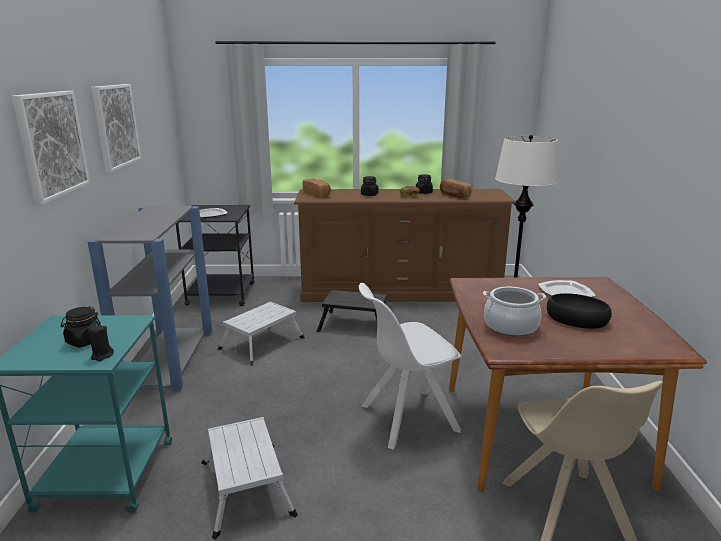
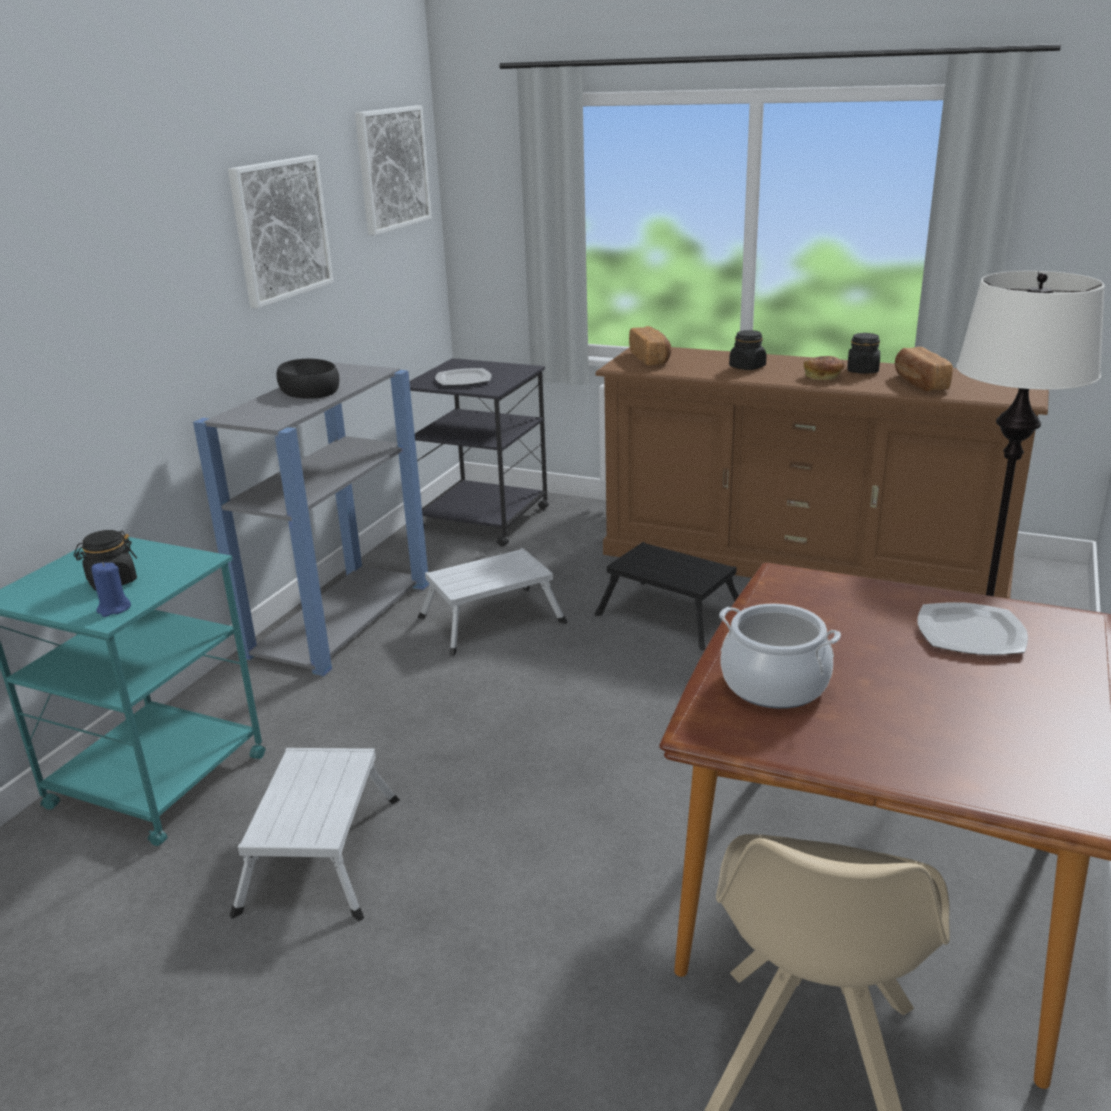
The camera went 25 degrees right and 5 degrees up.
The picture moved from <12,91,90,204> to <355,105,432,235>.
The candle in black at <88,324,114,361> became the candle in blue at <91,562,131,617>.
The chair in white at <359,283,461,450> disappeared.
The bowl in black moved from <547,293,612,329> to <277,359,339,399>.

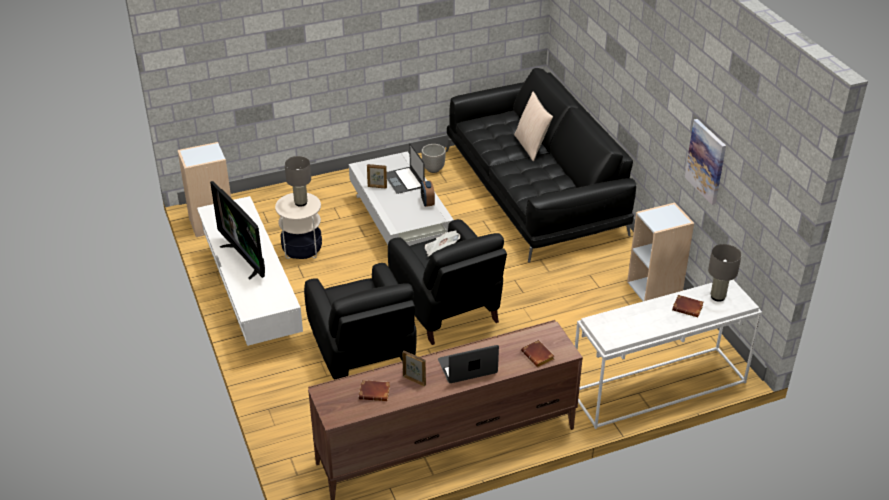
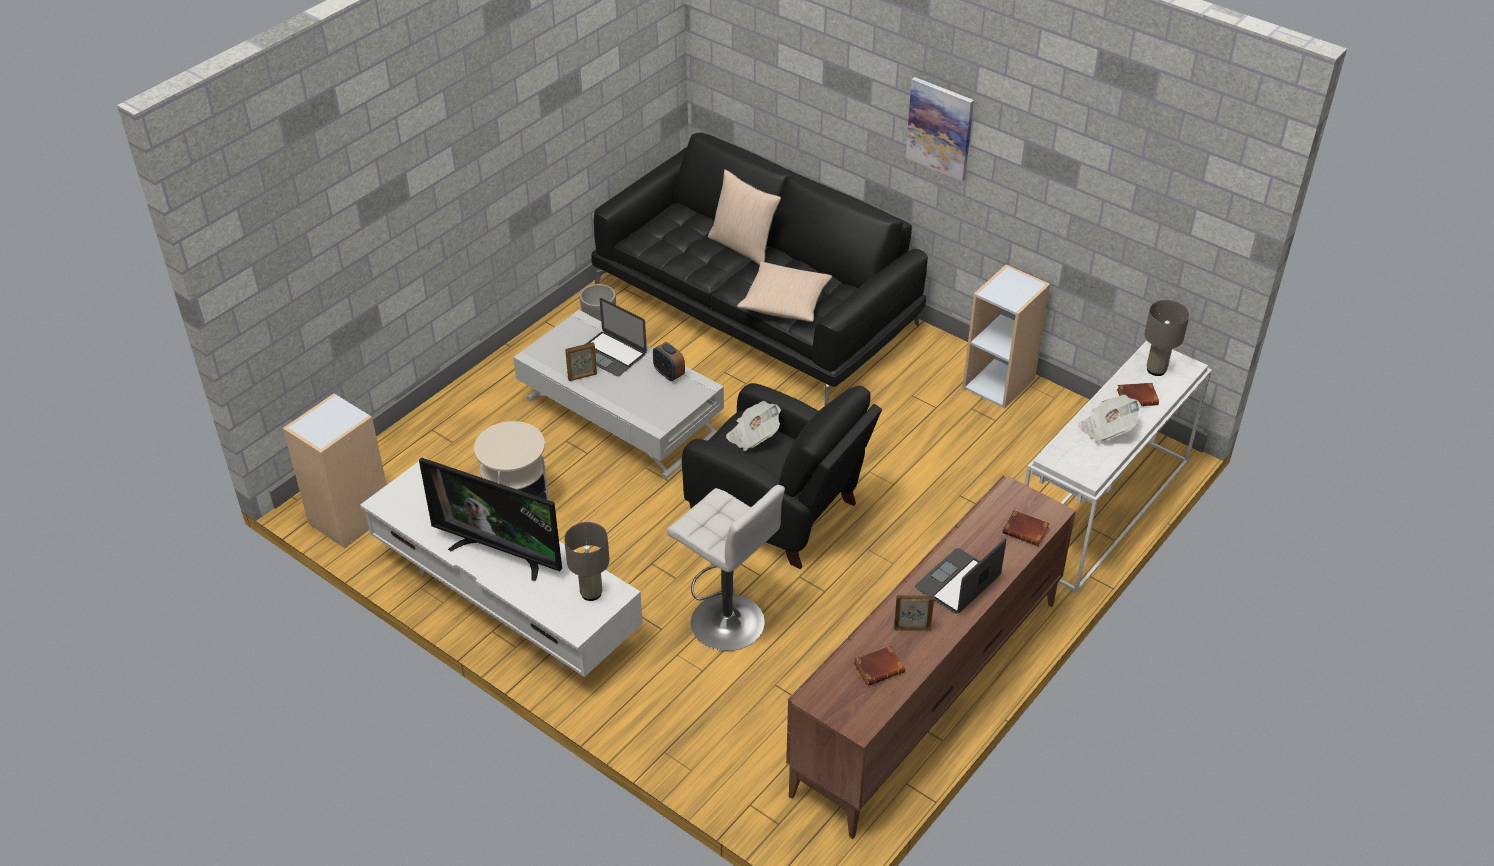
The camera went 30 degrees left and 5 degrees up.
The table lamp in grey moved from <285,156,311,207> to <564,522,609,601>.
The armchair in black at <304,263,417,380> was replaced by the stool in white at <667,485,785,651>.
The picture moved from <685,119,726,205> to <905,77,974,181>.
The pillow in beige at <737,262,832,322> appeared.
The newspaper at <1078,395,1142,443> appeared.

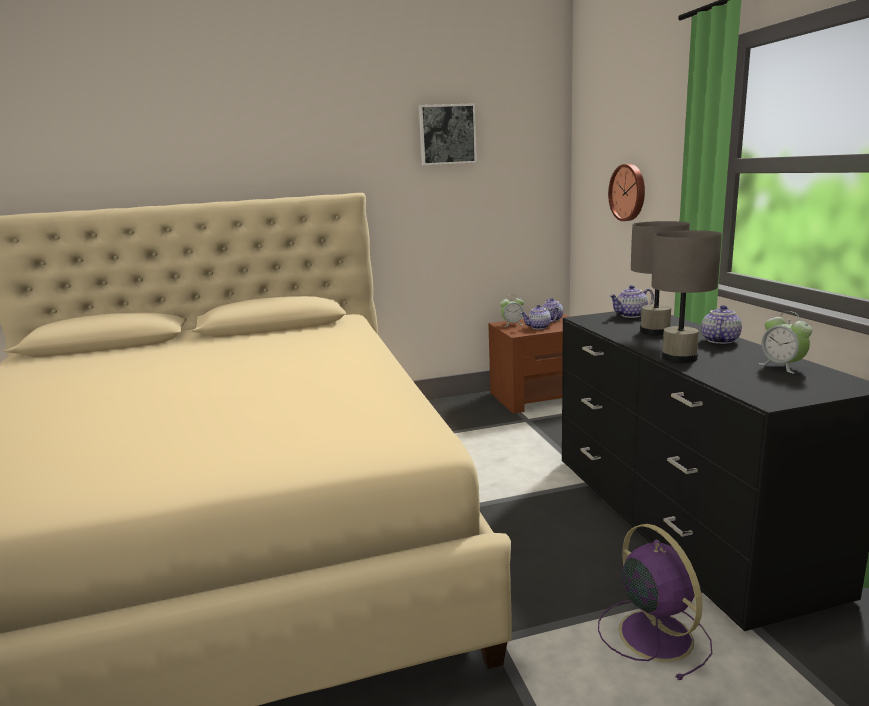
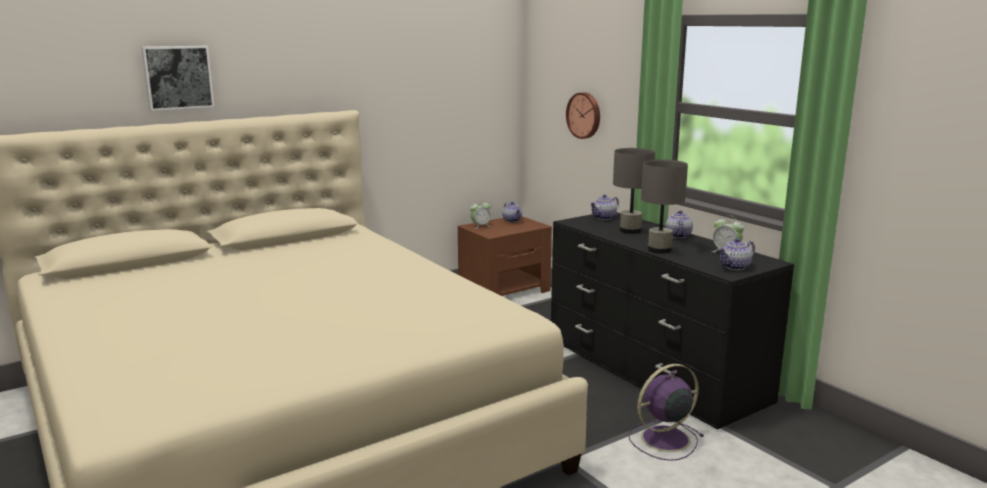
The camera went 20 degrees left and 0 degrees up.
The picture moved from <419,103,477,166> to <141,46,215,111>.
The teapot moved from <520,305,557,329> to <718,238,755,270>.
The fan in purple at <598,524,712,680> turned 75 degrees counterclockwise.

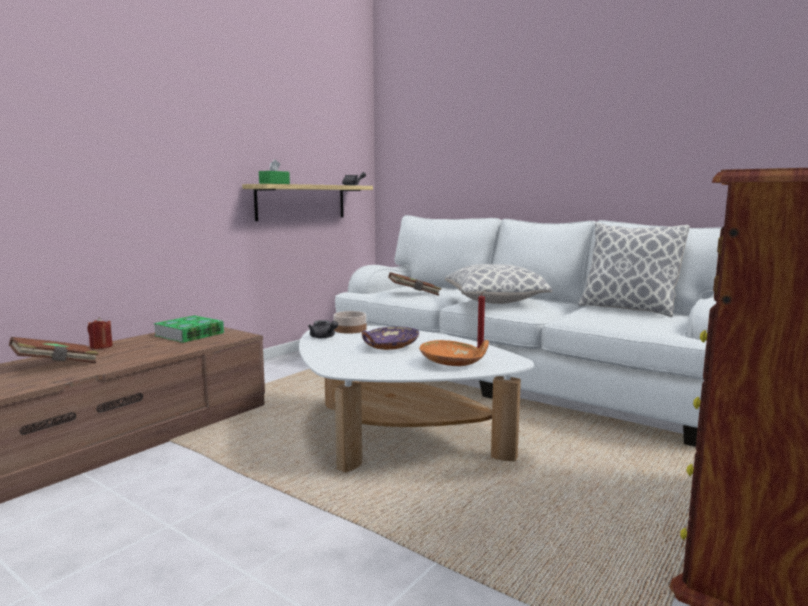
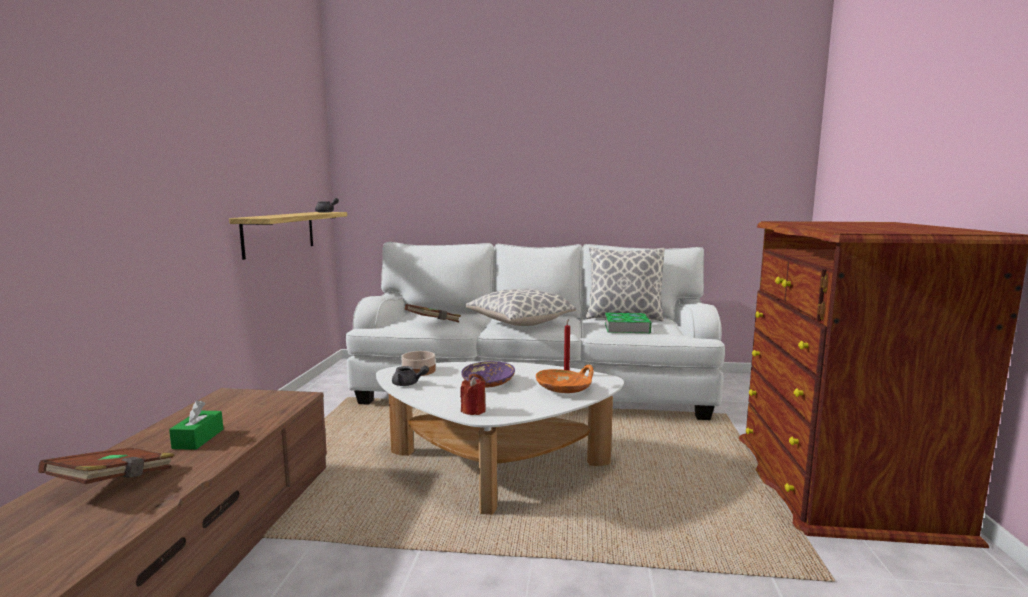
The camera went 30 degrees left and 0 degrees up.
The candle in red moved from <88,317,113,349> to <460,377,486,415>.
The book moved from <153,315,224,343> to <605,313,652,333>.
The tissue box in green moved from <259,159,290,184> to <169,401,223,450>.

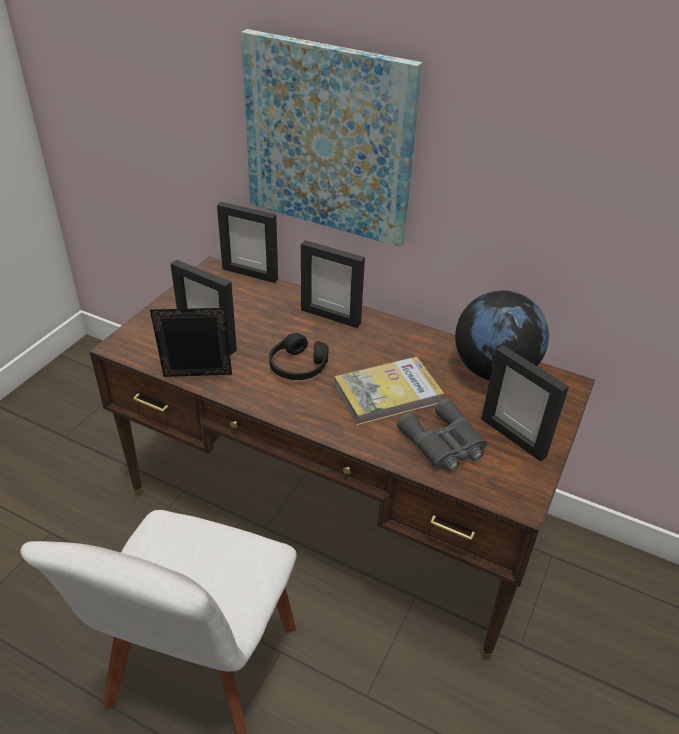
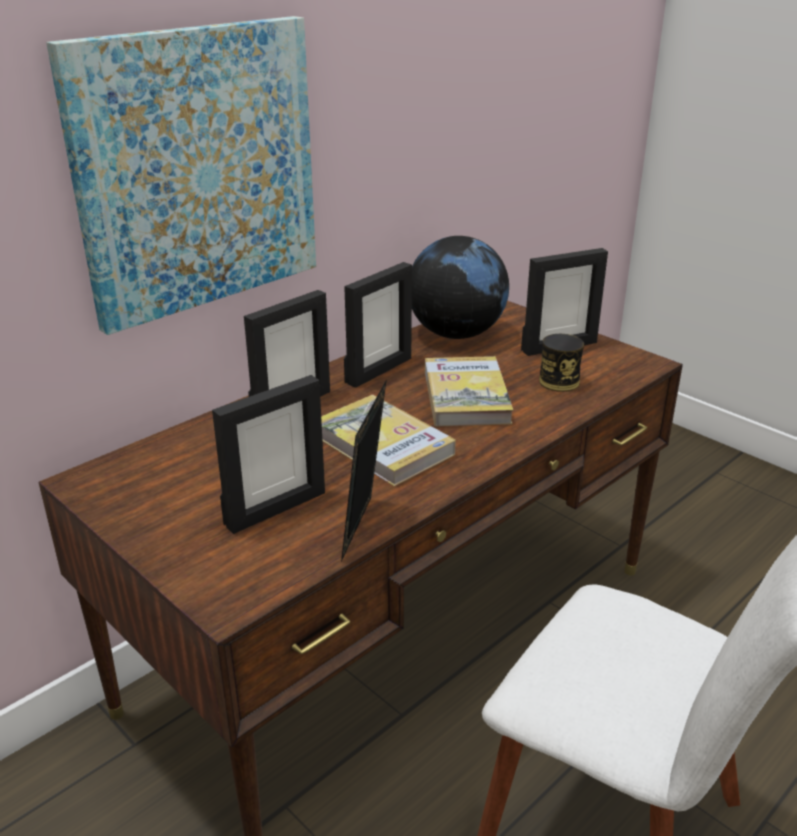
The camera went 70 degrees left and 10 degrees down.
The picture frame moved from <217,202,278,283> to <344,262,412,388>.
The headphones in black at <269,333,328,380> was replaced by the book at <321,395,456,486>.
The binoculars in grey at <397,398,487,472> was replaced by the can at <539,334,584,392>.

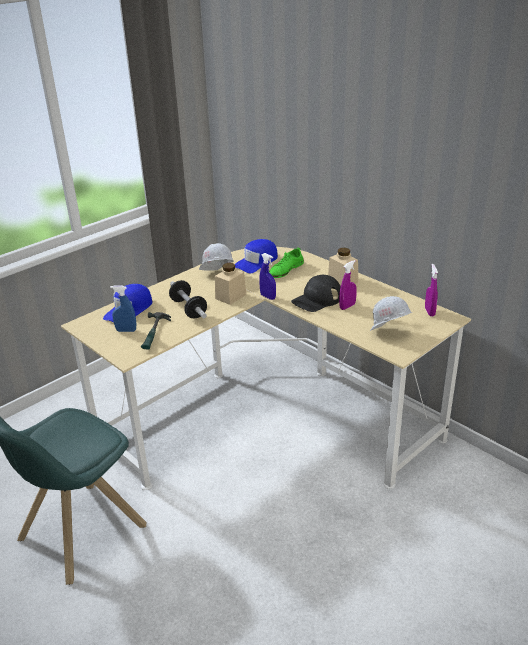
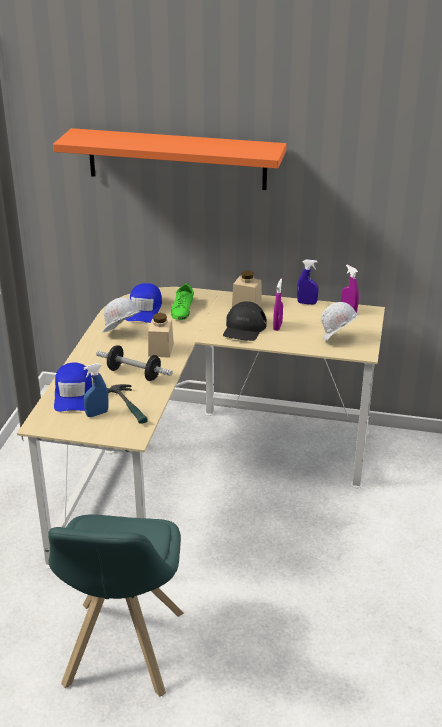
The camera went 35 degrees left and 0 degrees up.
The spray bottle in blue moved from <259,253,276,300> to <297,259,319,305>.
The shelf in orange at <53,128,287,190> appeared.

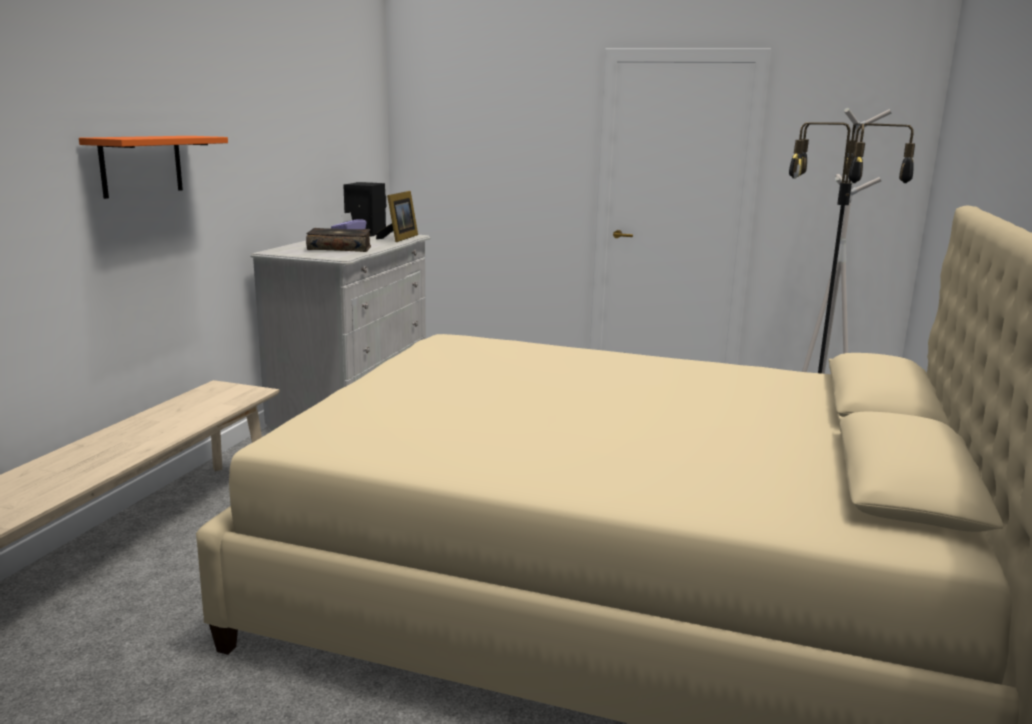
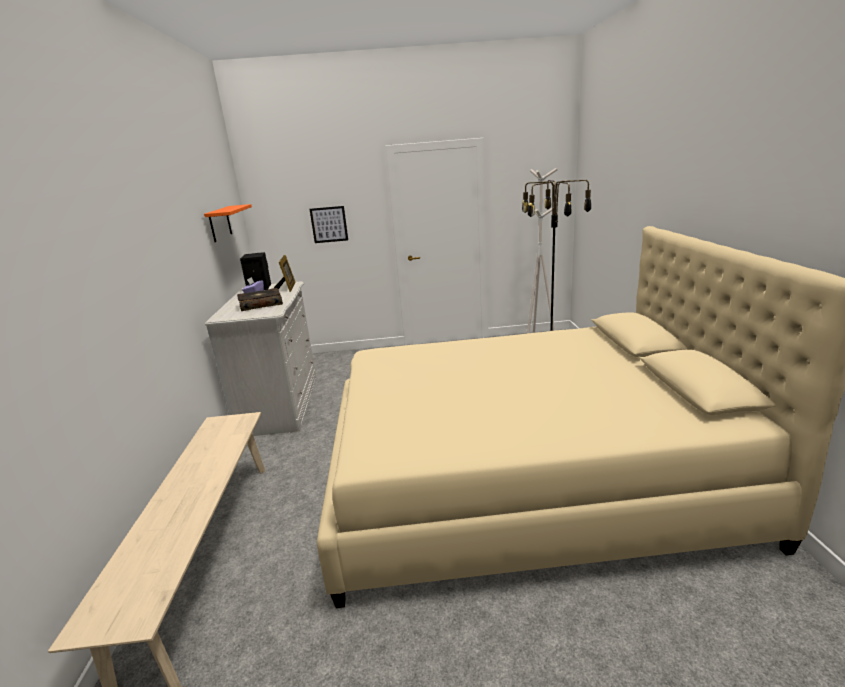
The camera went 20 degrees left and 5 degrees up.
The shelf in orange moved from <79,136,228,199> to <204,204,252,242>.
The picture at <309,206,348,243> appeared.

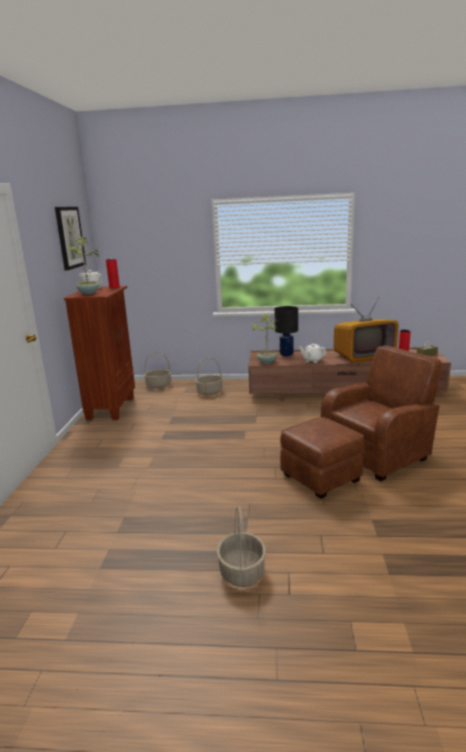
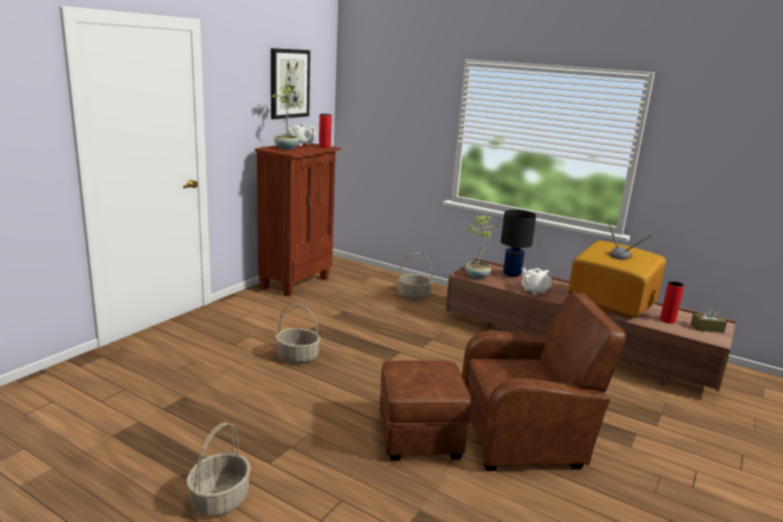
The camera went 25 degrees right and 0 degrees up.
The basket moved from <144,352,171,388> to <275,303,320,364>.
The television at <334,297,399,363> turned 150 degrees counterclockwise.

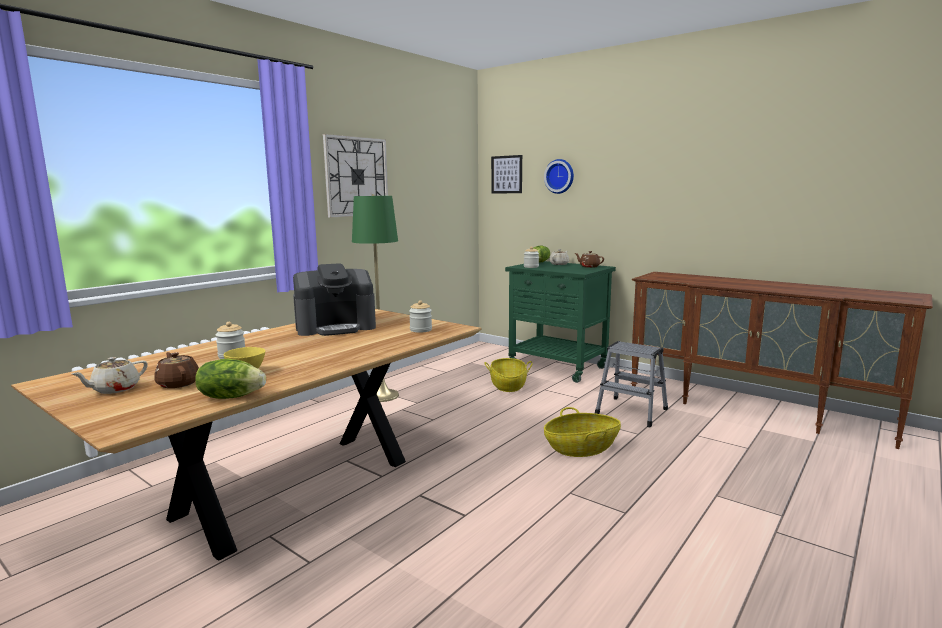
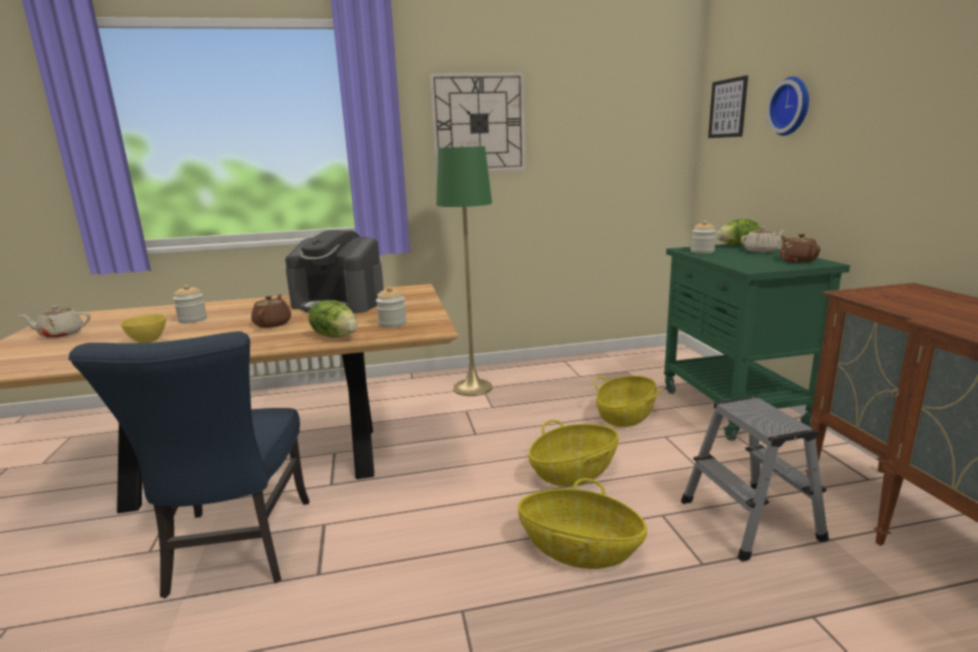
The camera went 40 degrees right and 5 degrees up.
The teapot in brown moved from <154,352,199,388> to <251,294,291,328>.
The lettuce moved from <195,359,266,399> to <308,300,358,338>.
The chair in blue at <68,331,309,598> appeared.
The basket at <529,420,619,486> appeared.

